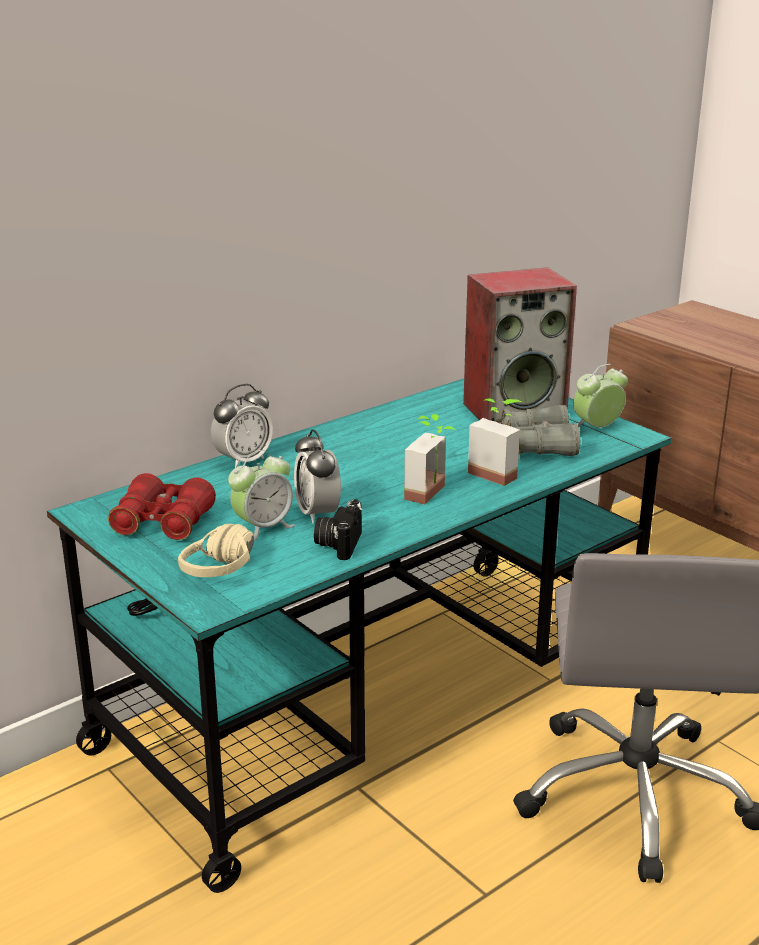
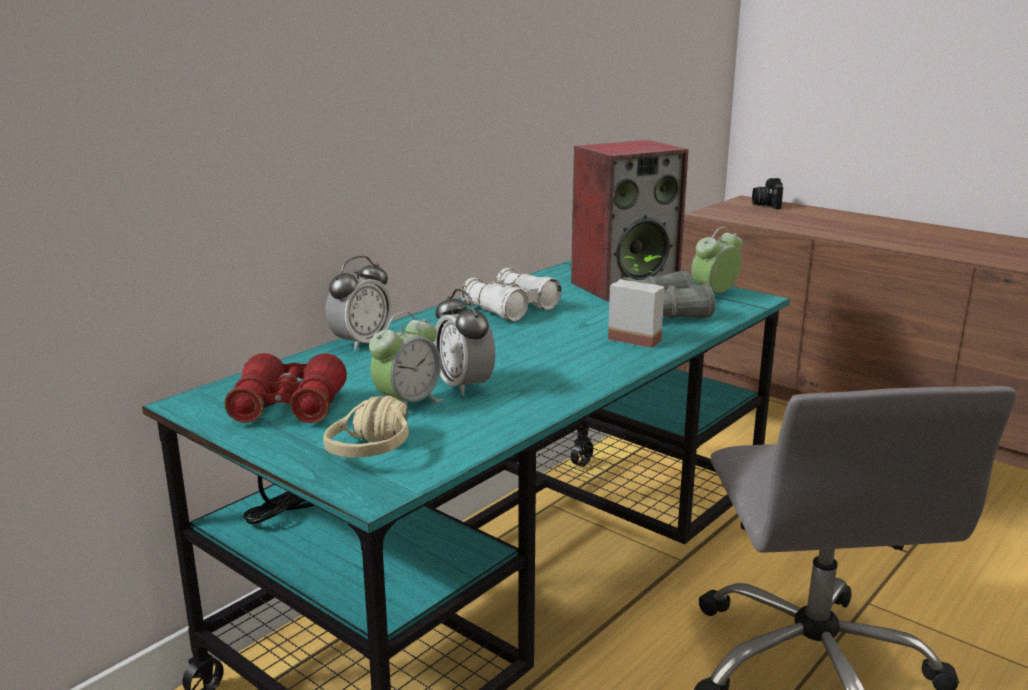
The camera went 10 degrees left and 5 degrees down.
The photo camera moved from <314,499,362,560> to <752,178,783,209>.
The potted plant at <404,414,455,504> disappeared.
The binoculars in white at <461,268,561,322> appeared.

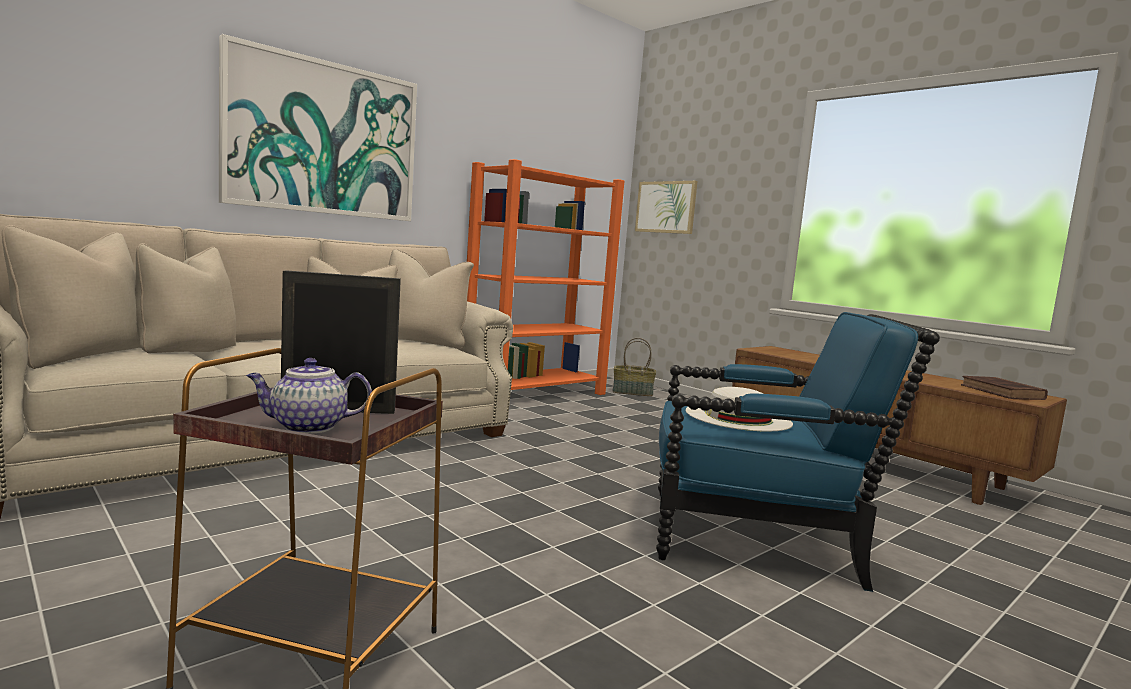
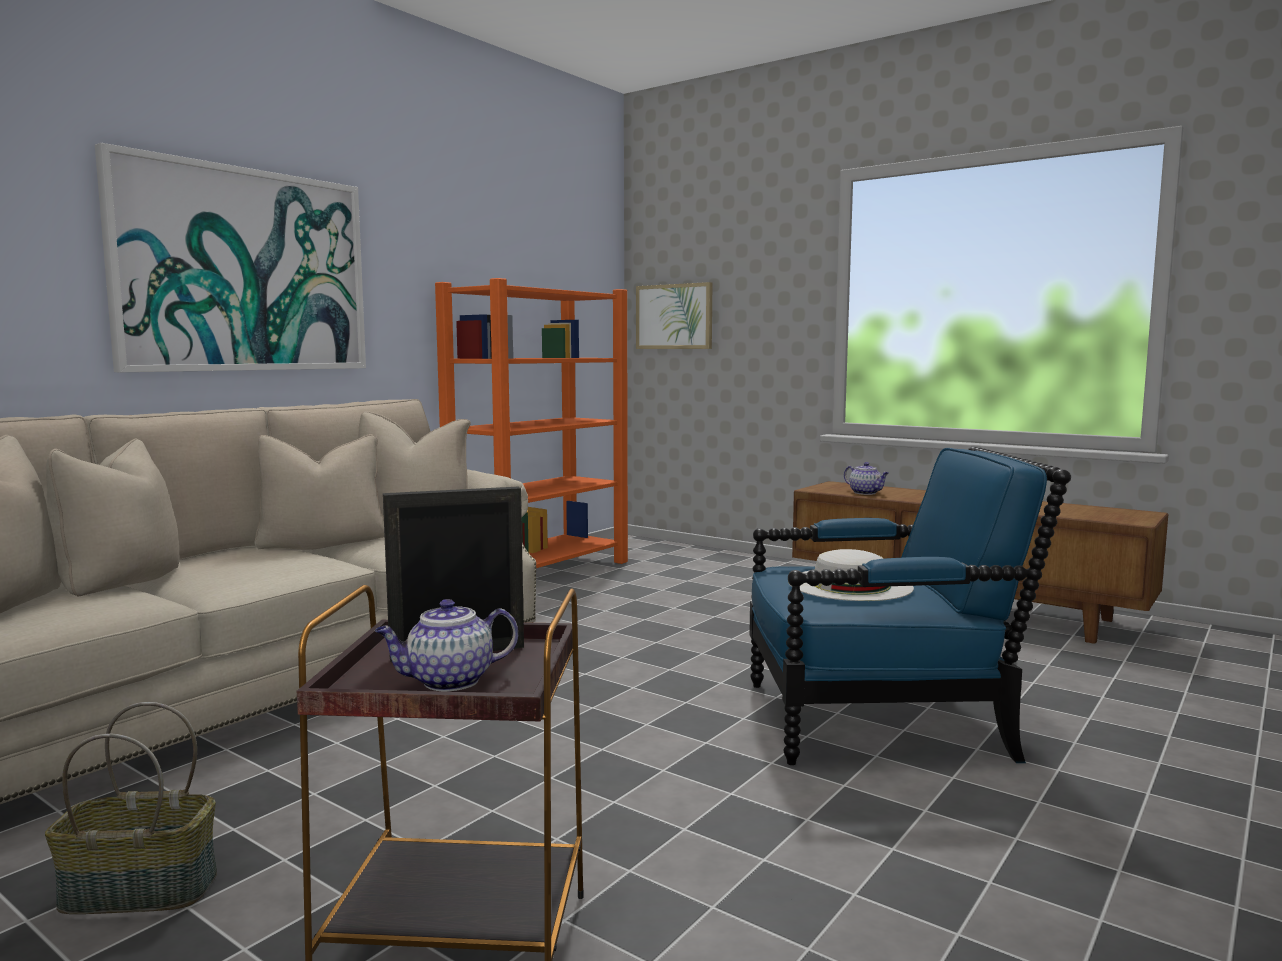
The camera went 10 degrees left and 0 degrees up.
The basket moved from <613,338,656,396> to <45,702,217,914>.
The book in brown at <961,376,1048,400> disappeared.
The teapot at <844,462,889,495> appeared.

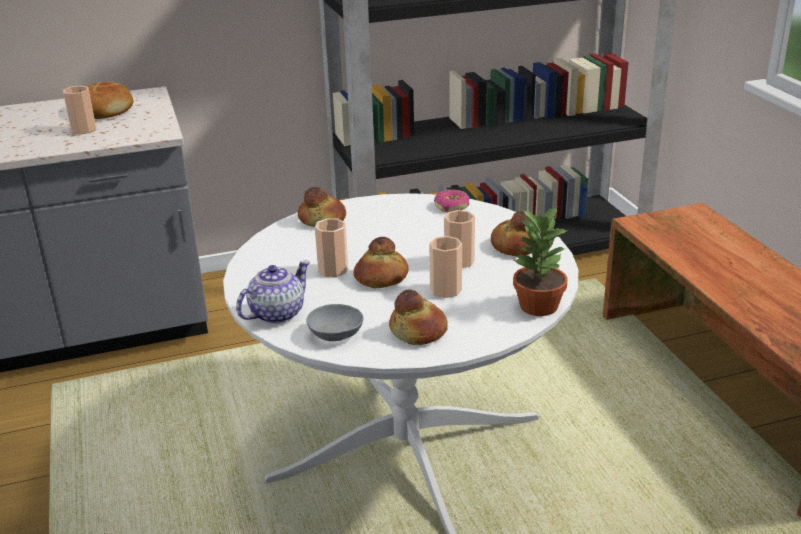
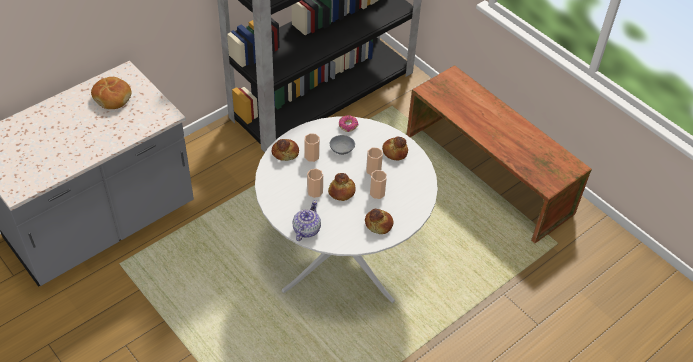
The camera went 25 degrees left and 20 degrees up.
The cup moved from <63,86,96,134> to <304,133,320,162>.
The bowl in grey moved from <306,304,363,341> to <330,135,355,155>.
The potted plant at <512,206,568,316> disappeared.

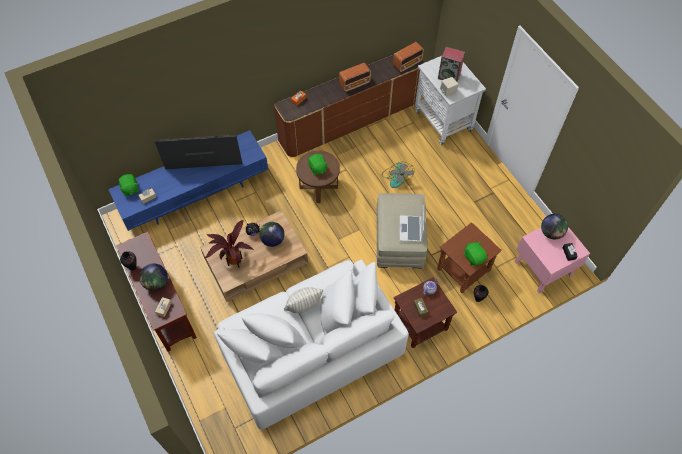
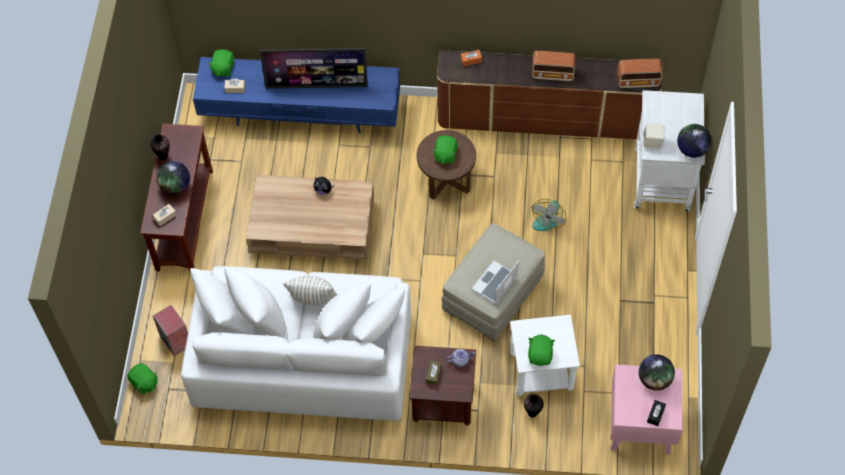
The camera went 35 degrees right and 0 degrees up.
The television at <154,135,243,169> turned 150 degrees clockwise.
The potted plant at <205,220,253,268> disappeared.
The globe moved from <259,222,285,247> to <677,124,712,158>.
The side table in brown at <437,222,502,293> became the side table in white at <510,315,580,396>.
The speaker moved from <438,47,465,82> to <153,305,188,356>.
The plush toy in green at <127,363,158,395> appeared.

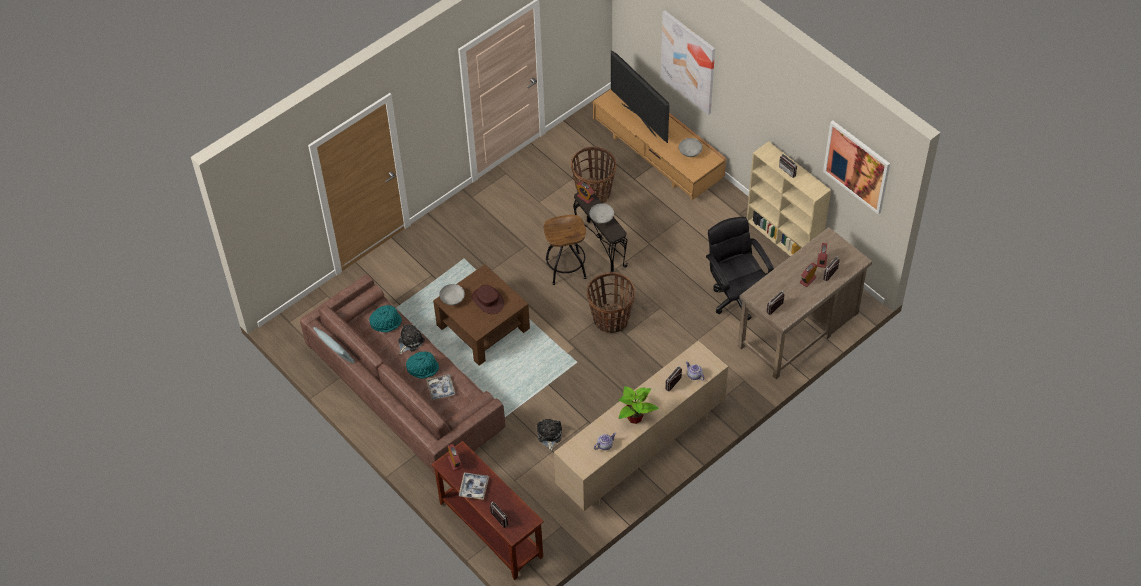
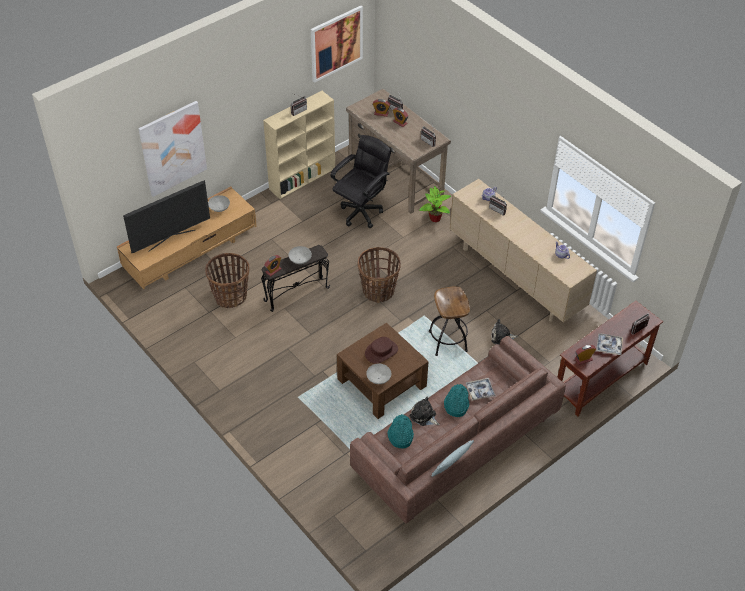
The camera went 90 degrees left and 5 degrees down.
The stool in brown moved from <544,215,587,285> to <429,286,470,356>.
The potted plant moved from <619,386,659,424> to <419,186,451,222>.
The office chair in black at <706,217,774,320> turned 150 degrees clockwise.

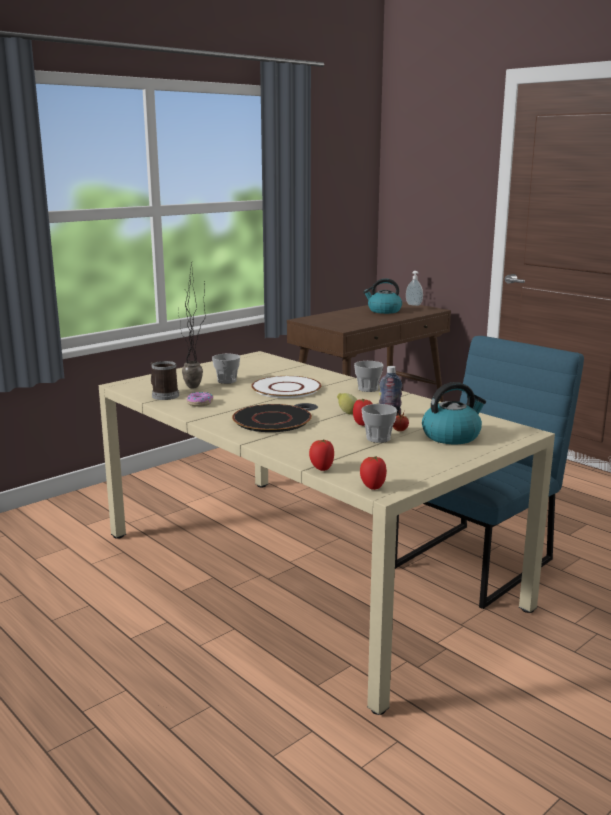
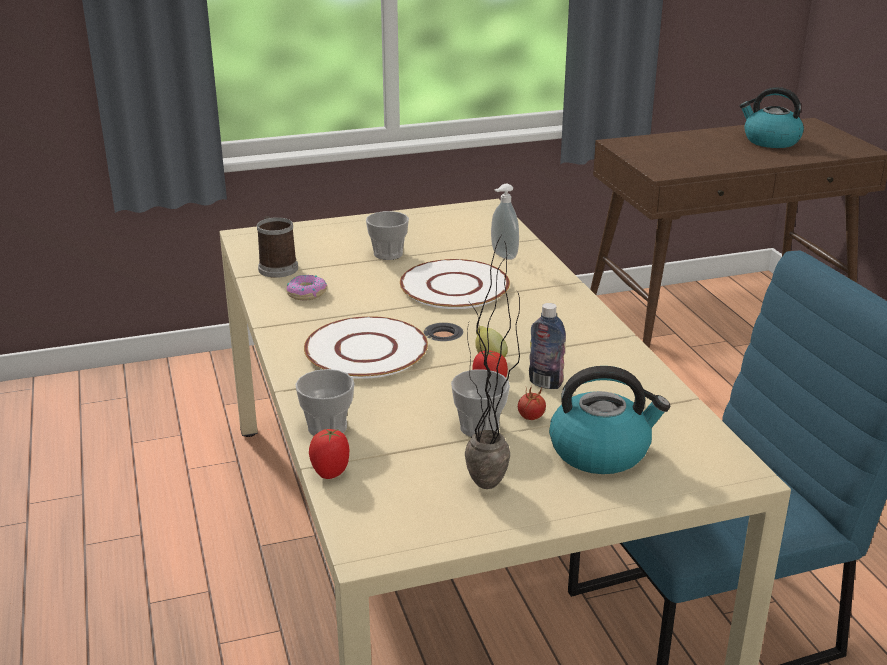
The camera went 25 degrees right and 10 degrees up.
The potted plant moved from <178,260,205,388> to <465,235,520,489>.
The plate in black at <232,404,312,432> became the plate in white at <304,316,428,379>.
The cup moved from <354,361,384,392> to <295,369,354,436>.
The tomato at <360,456,386,490> disappeared.
The soap dispenser moved from <406,271,423,306> to <491,184,519,260>.

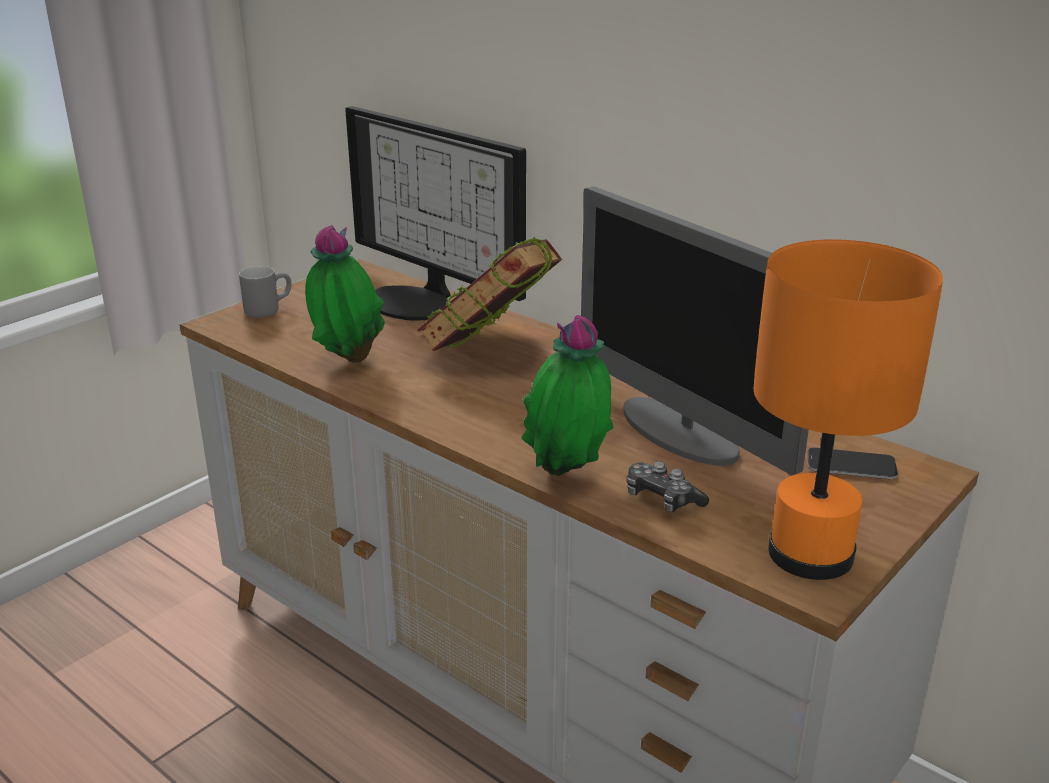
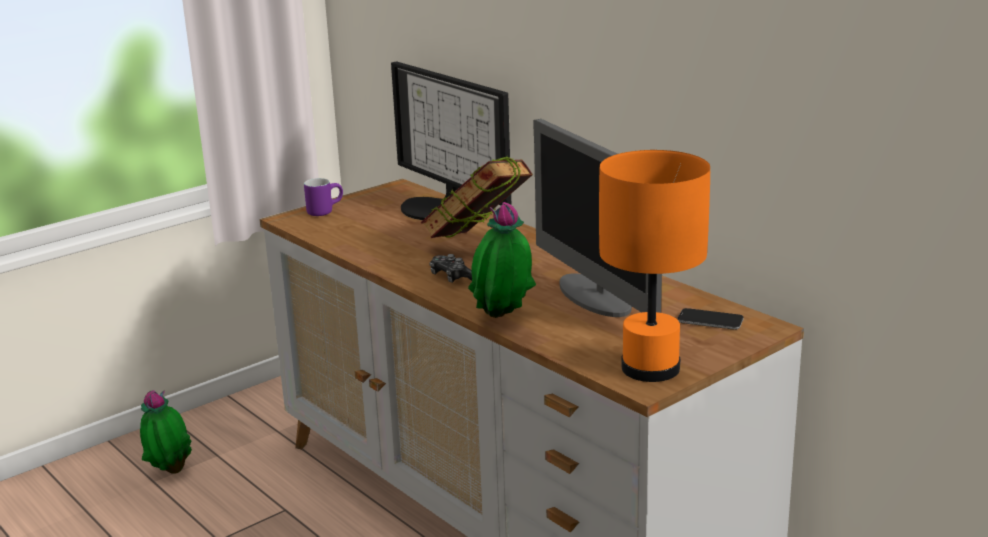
The camera went 10 degrees right and 5 degrees down.
The mug in grey at <239,266,292,318> became the mug in purple at <304,178,343,216>.
The potted plant moved from <305,226,385,363> to <140,390,192,474>.
The game controller moved from <627,461,709,512> to <429,254,472,283>.

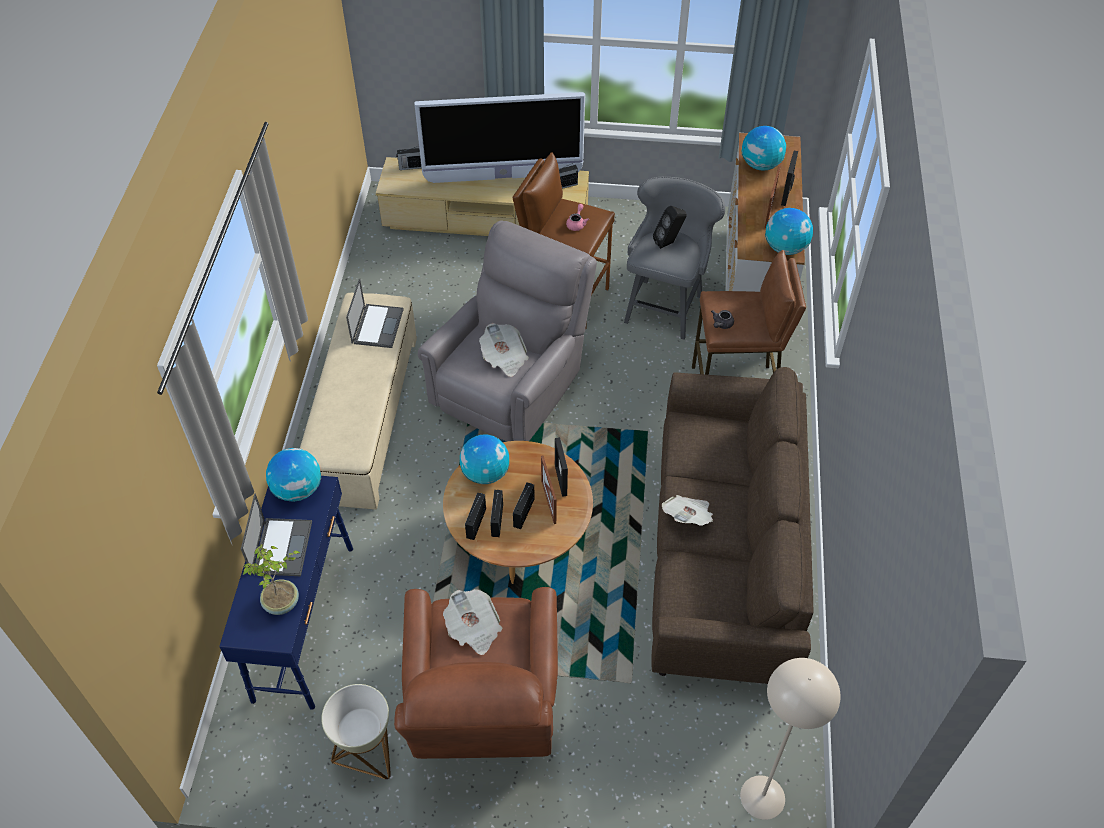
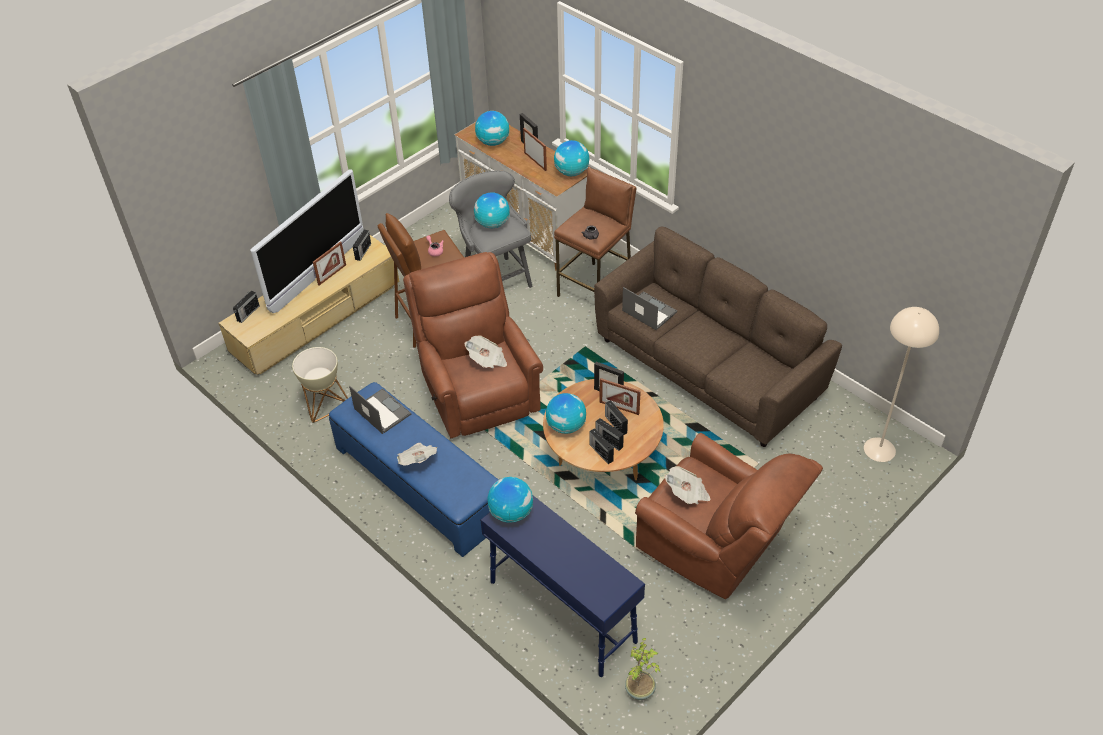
The camera went 50 degrees left and 5 degrees down.
The laptop moved from <241,494,312,576> to <622,287,677,330>.
The potted plant moved from <242,544,301,615> to <625,638,660,700>.
The bench in beige at <300,293,417,510> became the bench in blue at <329,382,498,557>.
The planter moved from <321,684,391,779> to <292,347,348,423>.
The armchair in grey at <418,220,597,442> became the armchair in brown at <403,252,543,438>.
The speaker in black at <653,206,687,249> was replaced by the globe at <474,192,510,228>.
The newspaper moved from <662,495,713,526> to <397,443,437,466>.
The picture frame at <313,241,346,285> appeared.

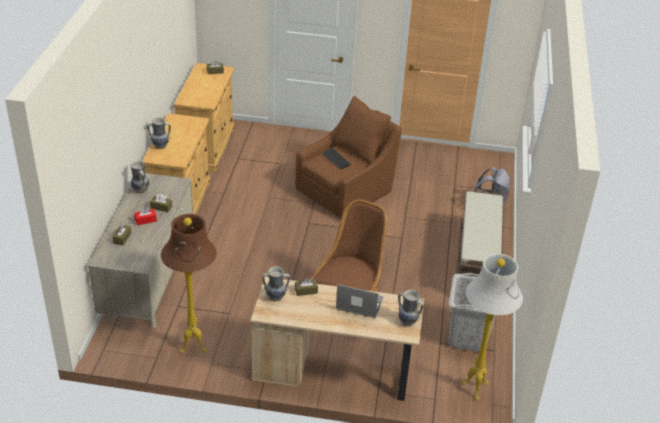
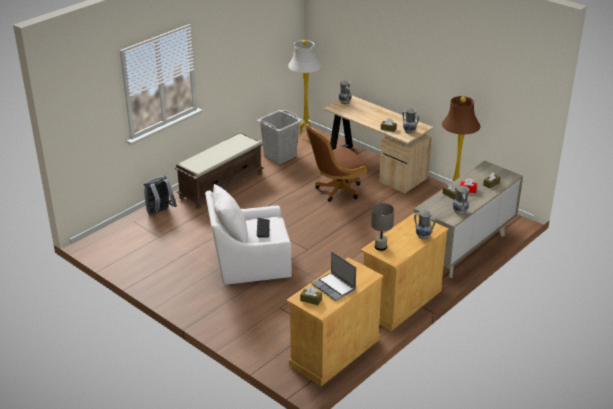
The camera went 145 degrees left and 5 degrees down.
The armchair in brown at <295,96,402,218> became the armchair in white at <205,184,292,285>.
The laptop moved from <336,284,383,318> to <312,251,356,301>.
The table lamp in grey at <371,203,394,251> appeared.

